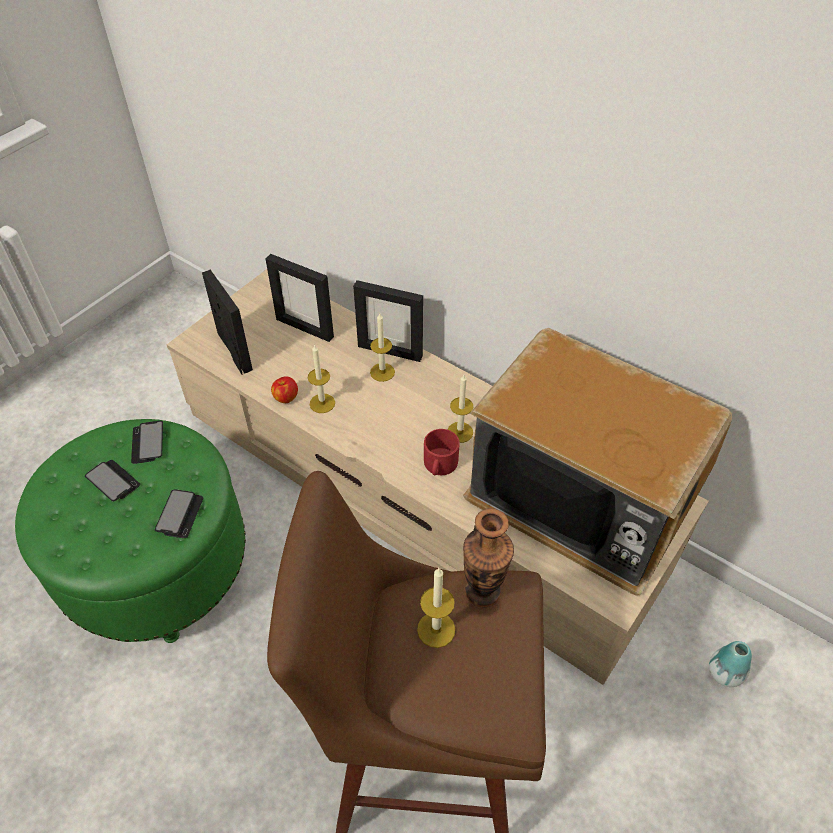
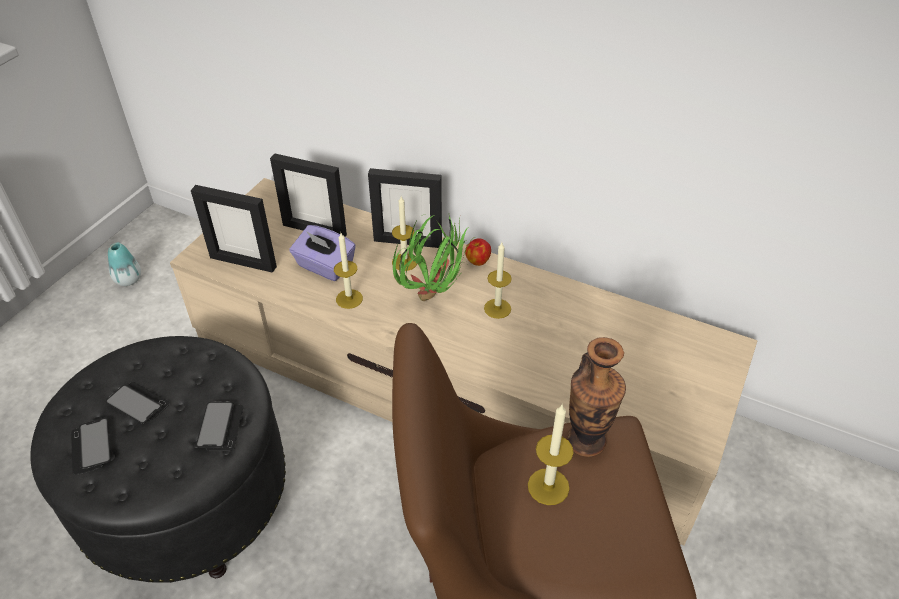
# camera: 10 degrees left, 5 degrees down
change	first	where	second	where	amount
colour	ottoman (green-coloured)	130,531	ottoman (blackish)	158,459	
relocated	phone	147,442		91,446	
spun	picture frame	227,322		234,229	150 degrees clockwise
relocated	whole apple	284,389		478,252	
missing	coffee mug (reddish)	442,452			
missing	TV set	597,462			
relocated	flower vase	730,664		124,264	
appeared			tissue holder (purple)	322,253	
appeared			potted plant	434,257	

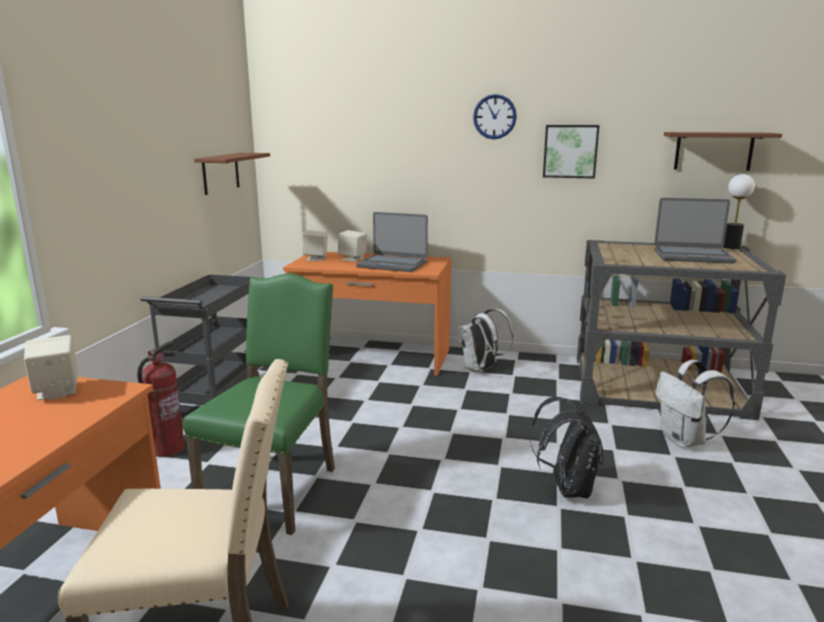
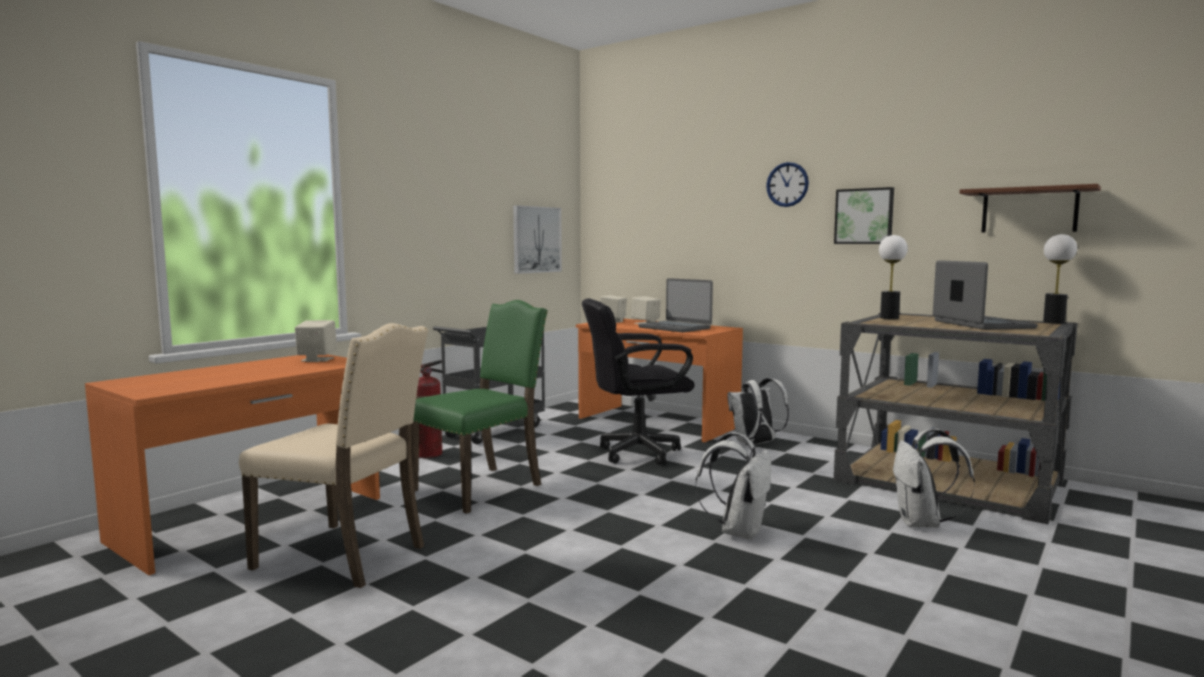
# camera: 25 degrees right, 10 degrees down
change	first	where	second	where	amount
exchanged	wall shelf (brown)	232,174	picture	537,239	
colour	knapsack (blackish)	566,448	knapsack (white-coloured)	733,486	
spun	notebook computer	695,231		985,295	135 degrees counterclockwise
appeared			office chair (blackish)	638,381	
appeared			table lamp	893,277	

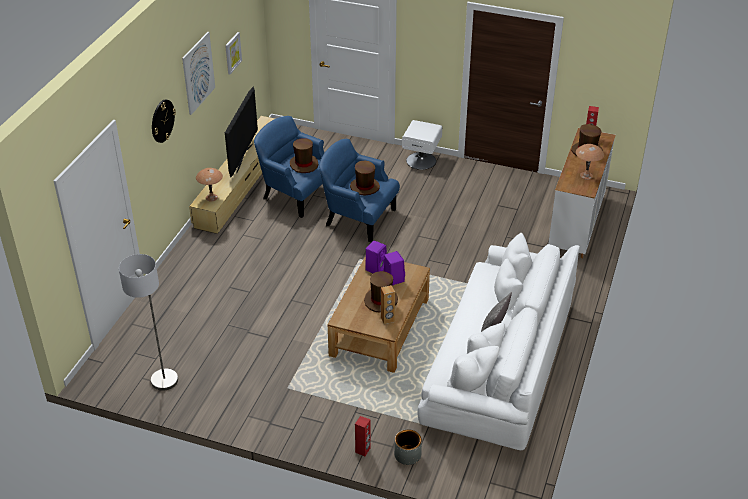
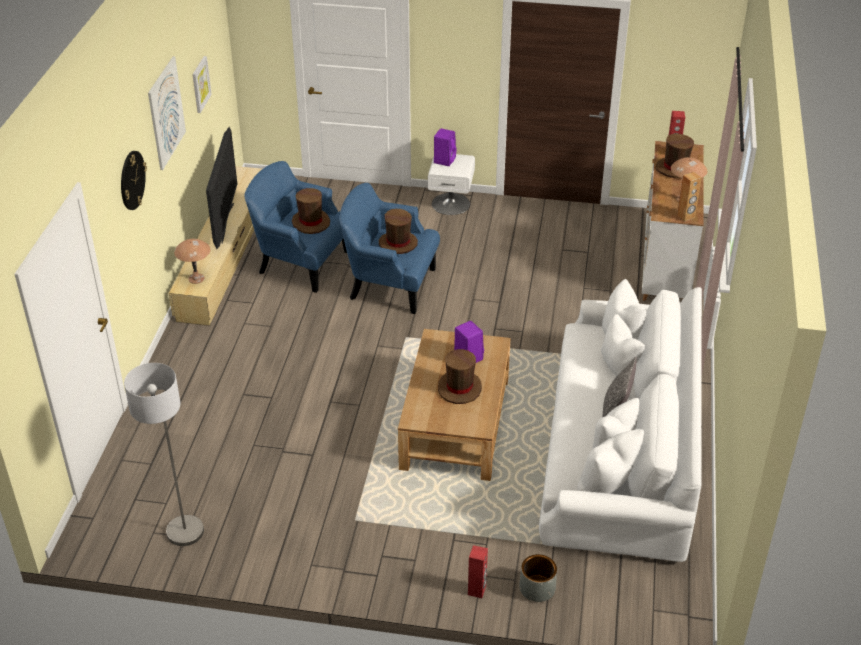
# camera: 10 degrees left, 0 degrees up
change	first	where	second	where	amount
relocated	audio speaker (purple)	376,256		445,147	
relocated	audio speaker (brown)	388,304		689,197	

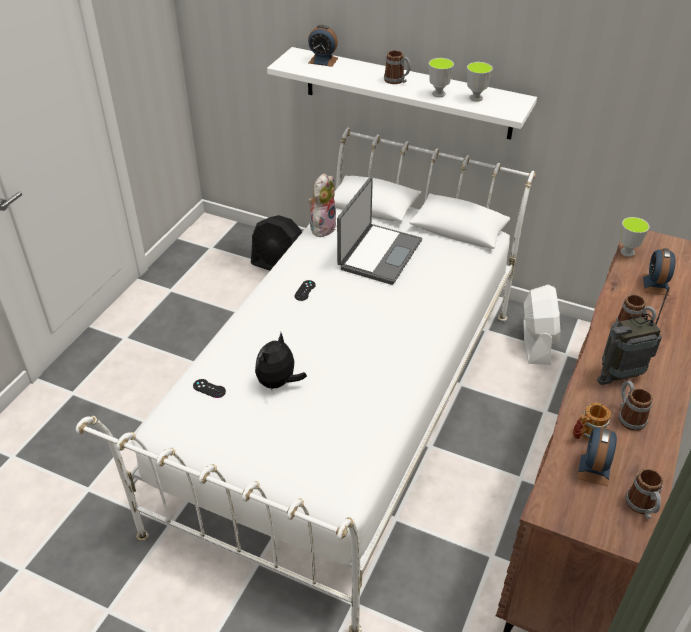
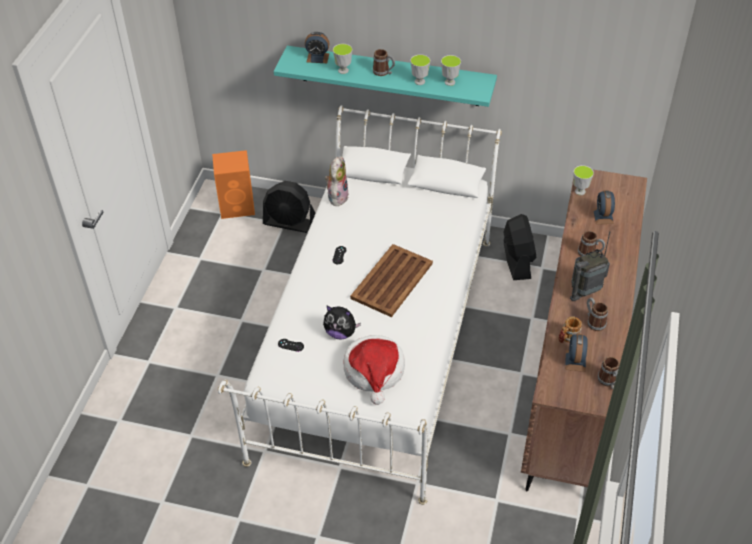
# camera: 10 degrees left, 5 degrees up
change	first	where	second	where	amount
spun	soft toy	281,361		342,322	90 degrees counterclockwise
colour	wall shelf (white-coloured)	402,93	wall shelf (turquoise-coloured)	385,76	
missing	notebook computer	379,231			
colour	electric fan (white-coloured)	542,324	electric fan (blackish)	519,247	
appeared			audio speaker (orangey)	233,184	
appeared			small cup	342,59	
appeared			hat	374,370	
appeared			serving tray (brown)	391,280	

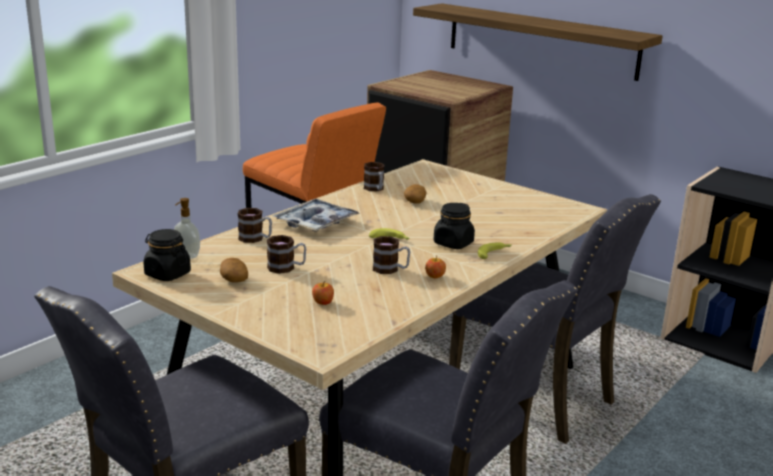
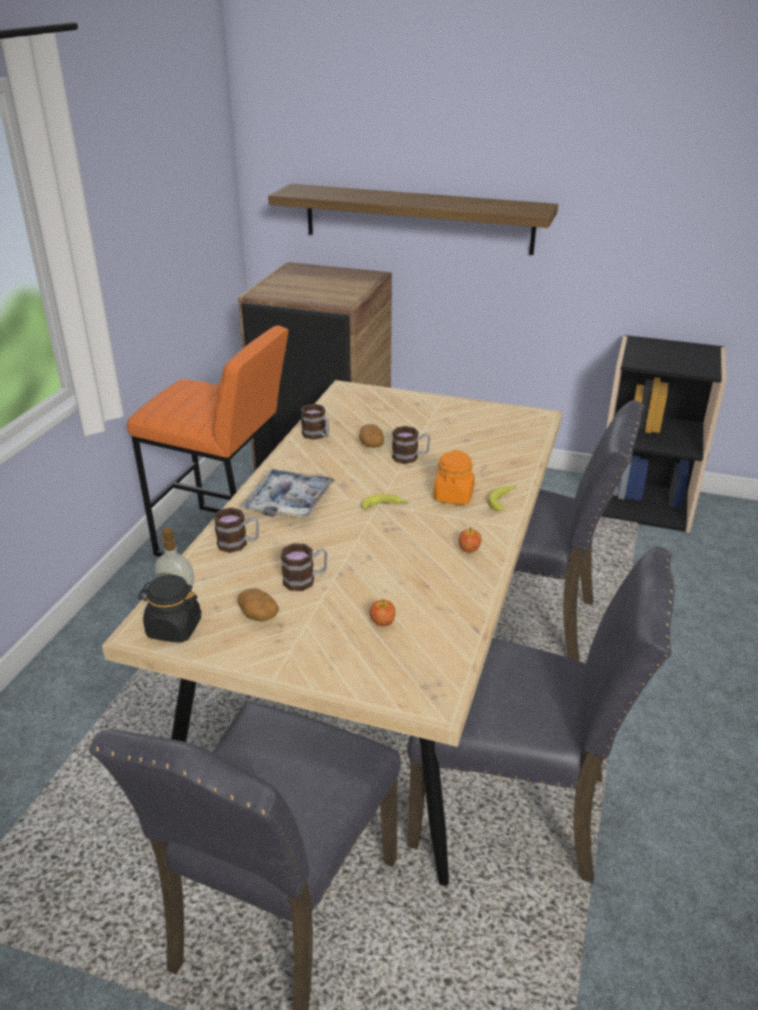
# camera: 20 degrees left, 10 degrees up
change	first	where	second	where	amount
relocated	coffee mug	391,255		411,445	
colour	jar (blackish)	454,226	jar (orangey)	454,477	

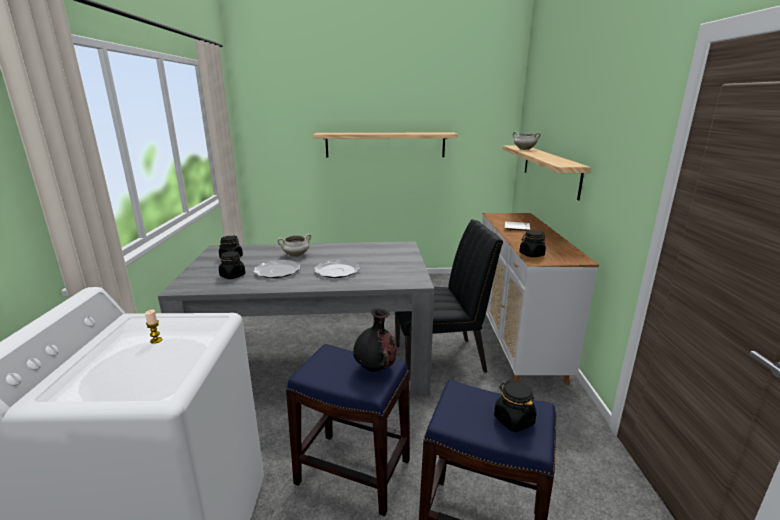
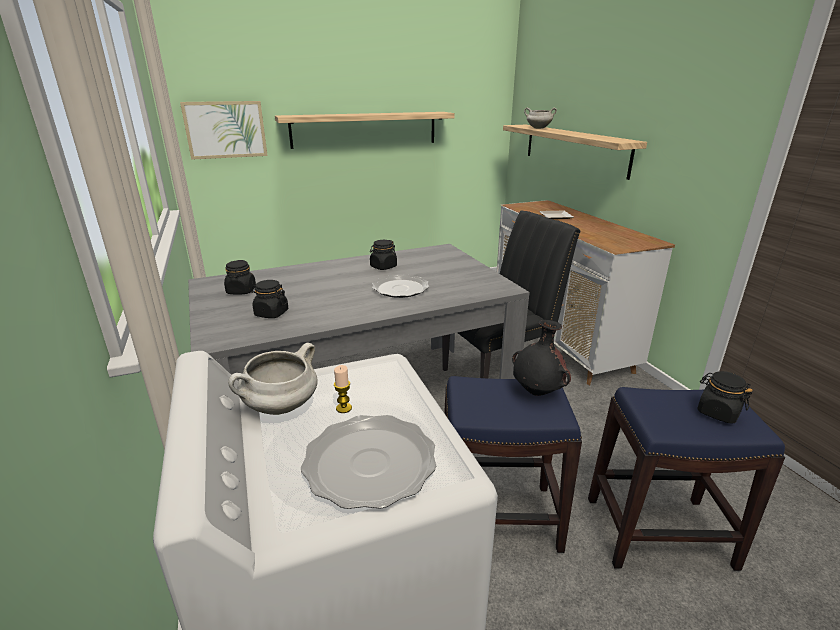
# camera: 20 degrees left, 5 degrees up
change	first	where	second	where	amount
relocated	dinner plate	276,269		368,462	
relocated	saucepot (white-coloured)	294,245		273,379	
relocated	jar (blackish)	532,243		383,255	
appeared			picture	224,130	

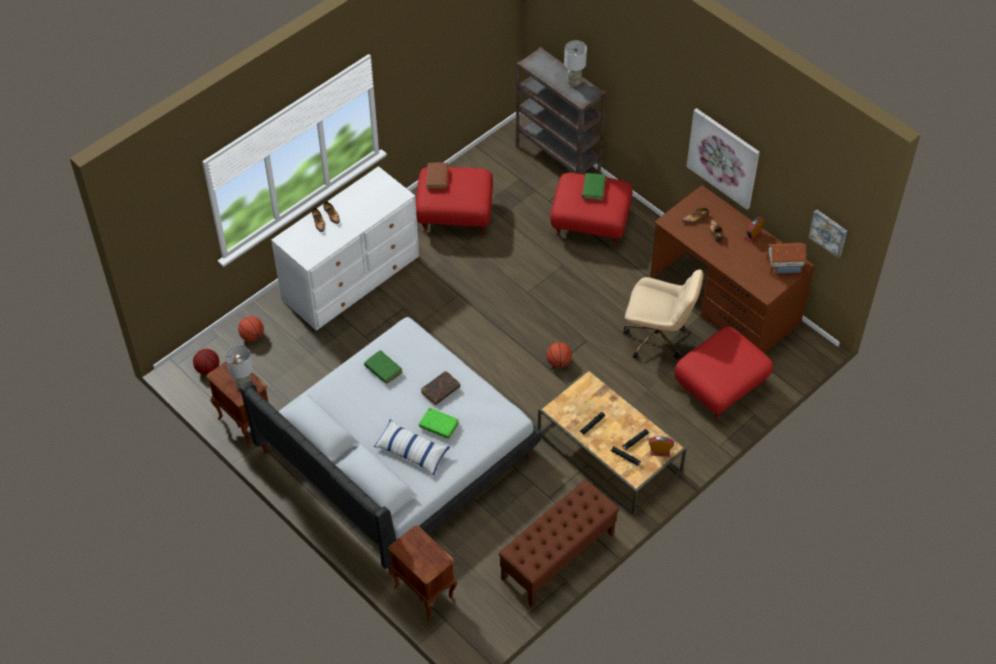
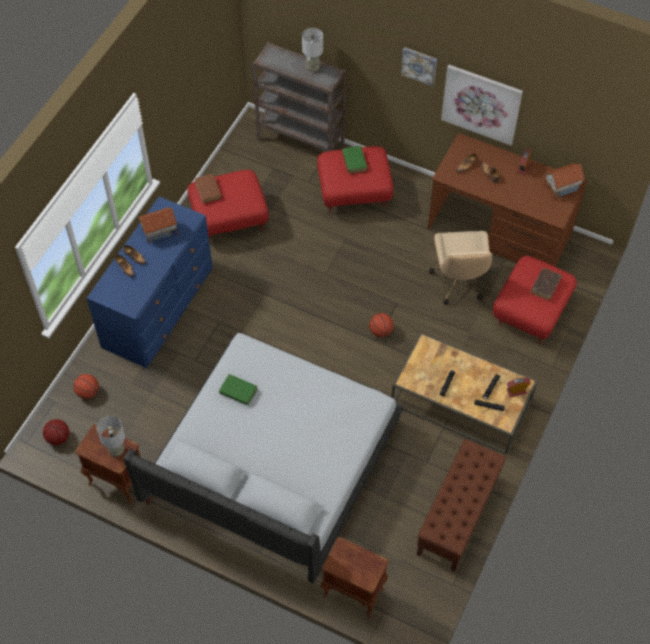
# camera: 20 degrees left, 5 degrees up
change	first	where	second	where	amount
colour	dresser (white-coloured)	345,248	dresser (blue-coloured)	150,282	
missing	throw pillow	412,447			
missing	volume (green-coloured)	439,423			
relocated	volume (brown)	440,388		546,284	
spun	office chair (sand-coloured)	663,314		460,268	90 degrees clockwise
relocated	picture	827,233		419,67	
appeared			toy house	158,225	

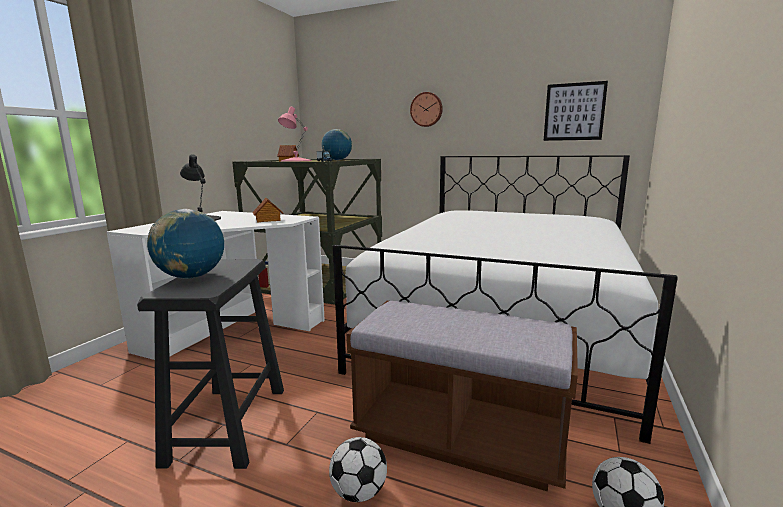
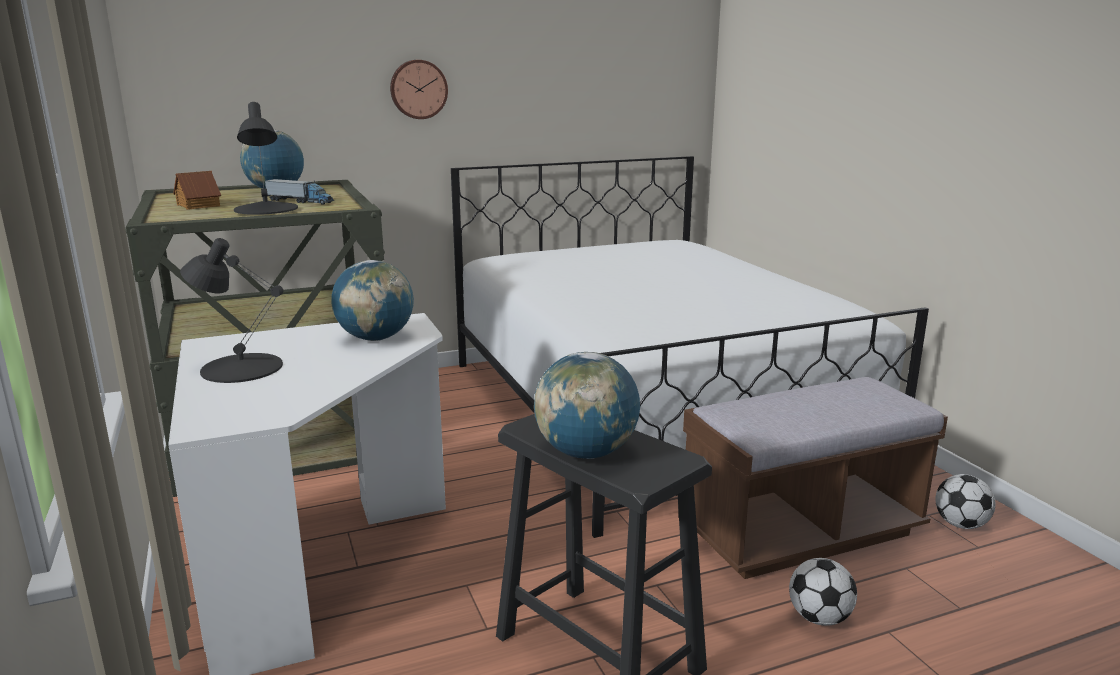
# camera: 45 degrees left, 5 degrees up
change	first	where	second	where	amount
exchanged	toy house	268,210	world globe	372,300	
colour	table lamp (pink)	295,134	table lamp (blackish)	266,158	
missing	picture	576,111			

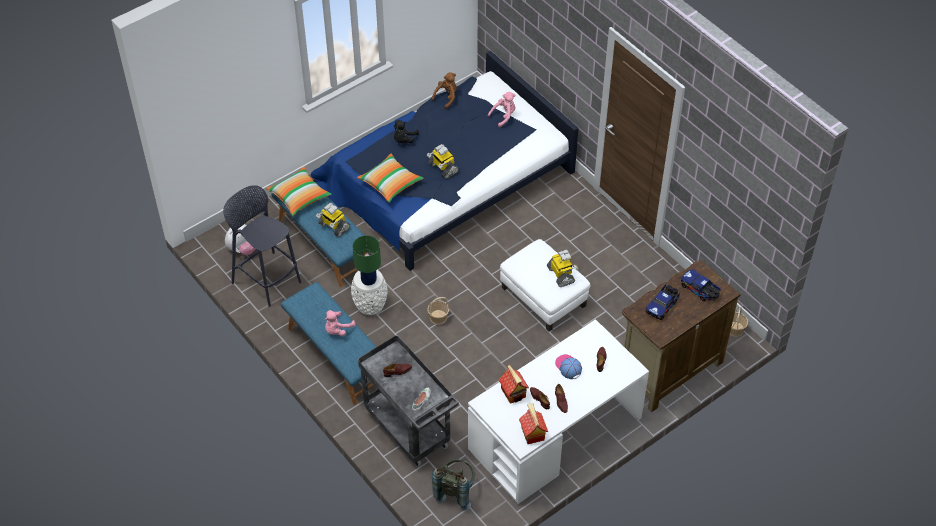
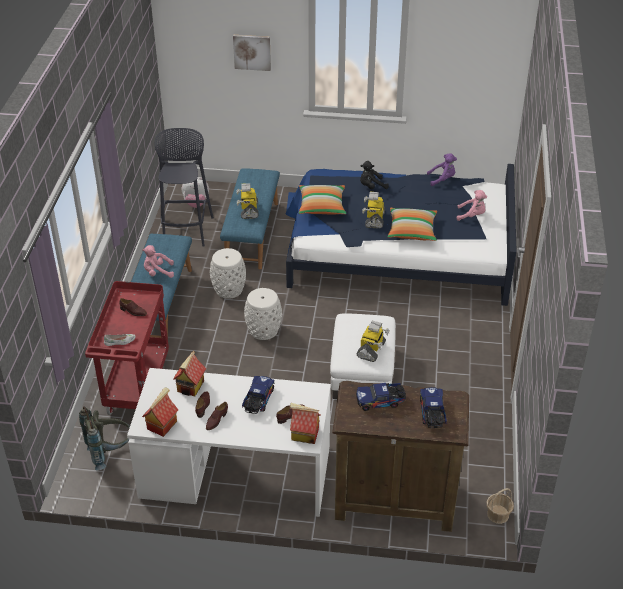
# camera: 45 degrees right, 10 degrees down
change	first	where	second	where	amount
relocated	throw pillow	298,191		412,224	
missing	table lamp (green-coloured)	367,260			
colour	trolley (gray)	408,401	trolley (reddish)	127,348	
exchanged	household basket	438,311	stool seat (white-coloured)	263,314	
colour	soft toy (brown)	444,90	soft toy (purple)	442,169	
exchanged	cap	568,366	toy truck	258,395	
appeared			picture	252,53	
appeared			toy house	305,423	

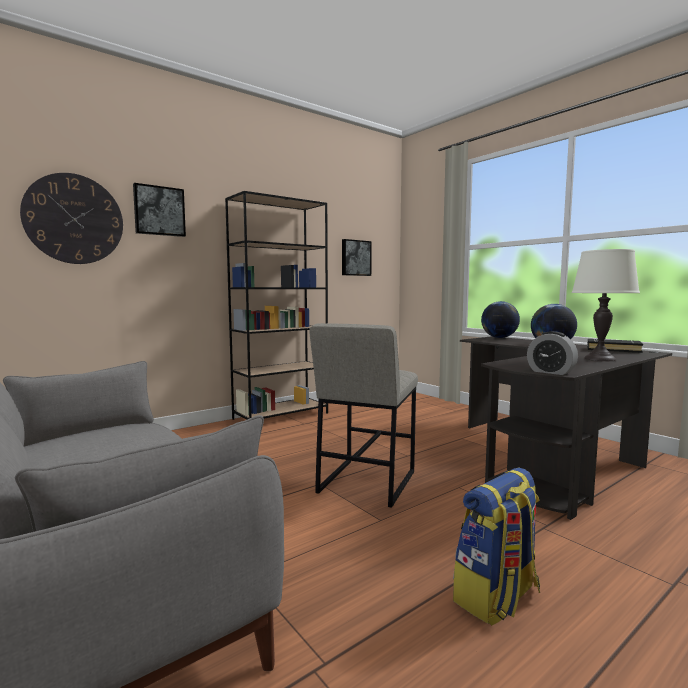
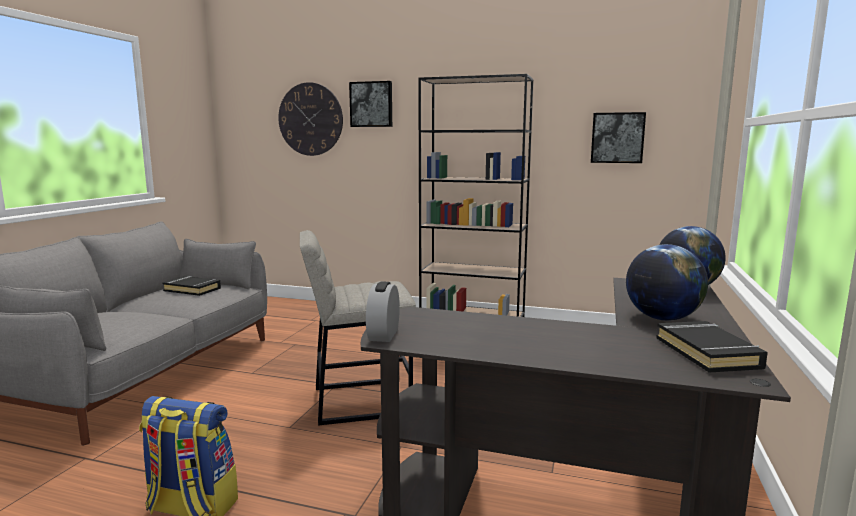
# camera: 55 degrees right, 5 degrees up
change	first	where	second	where	amount
missing	table lamp (white-coloured)	605,305			
appeared			volume (blackish)	192,286	

